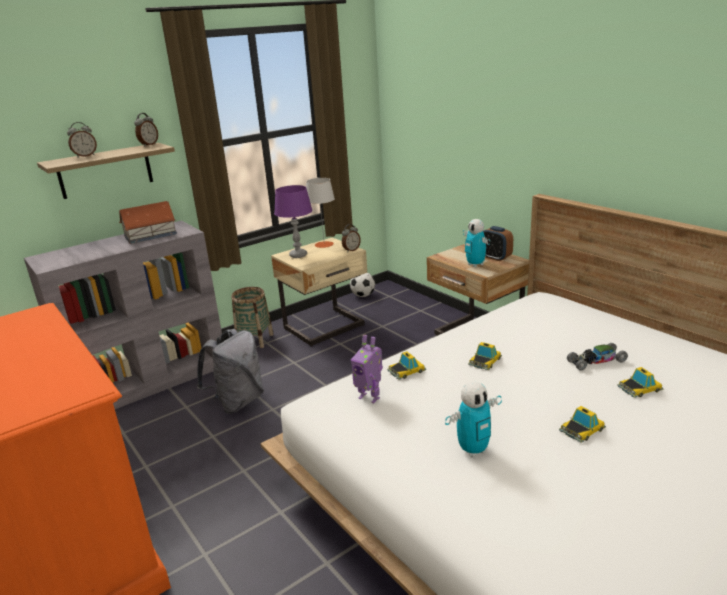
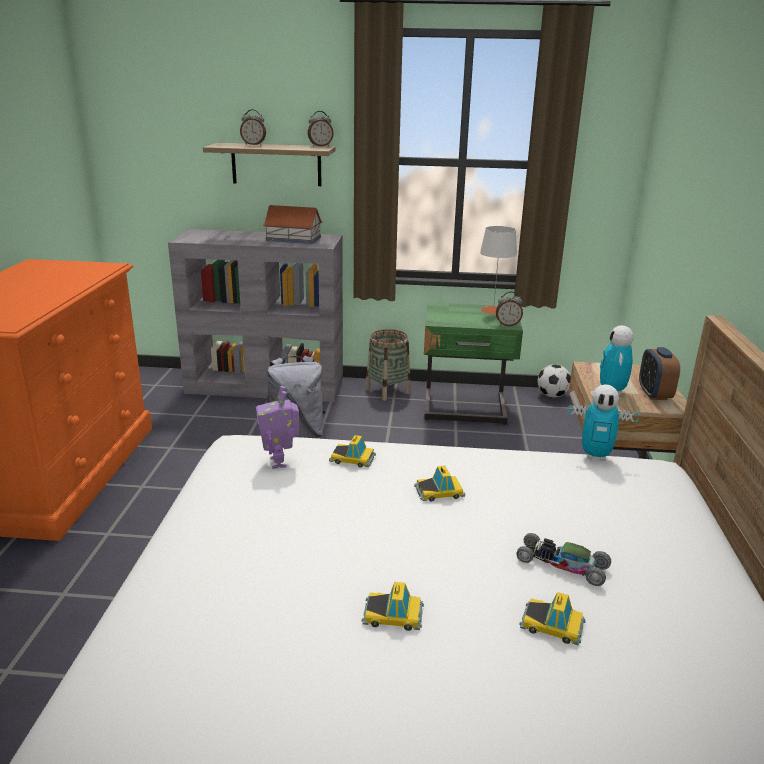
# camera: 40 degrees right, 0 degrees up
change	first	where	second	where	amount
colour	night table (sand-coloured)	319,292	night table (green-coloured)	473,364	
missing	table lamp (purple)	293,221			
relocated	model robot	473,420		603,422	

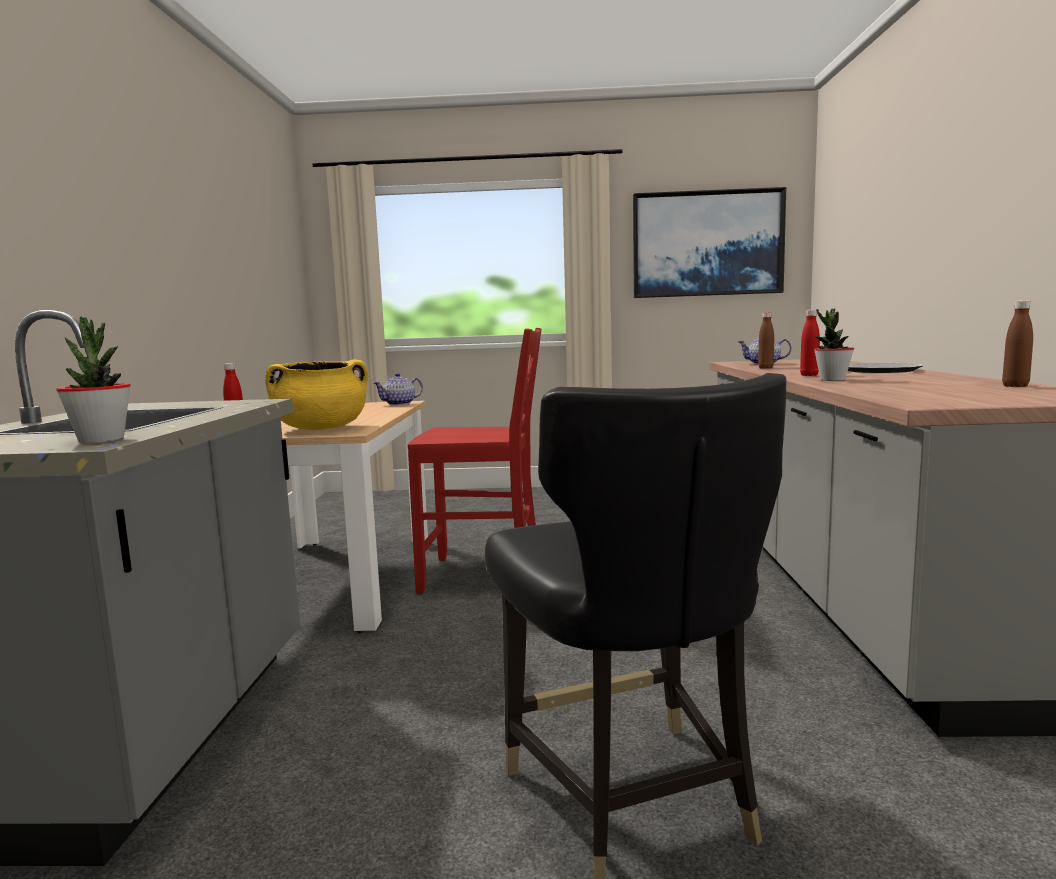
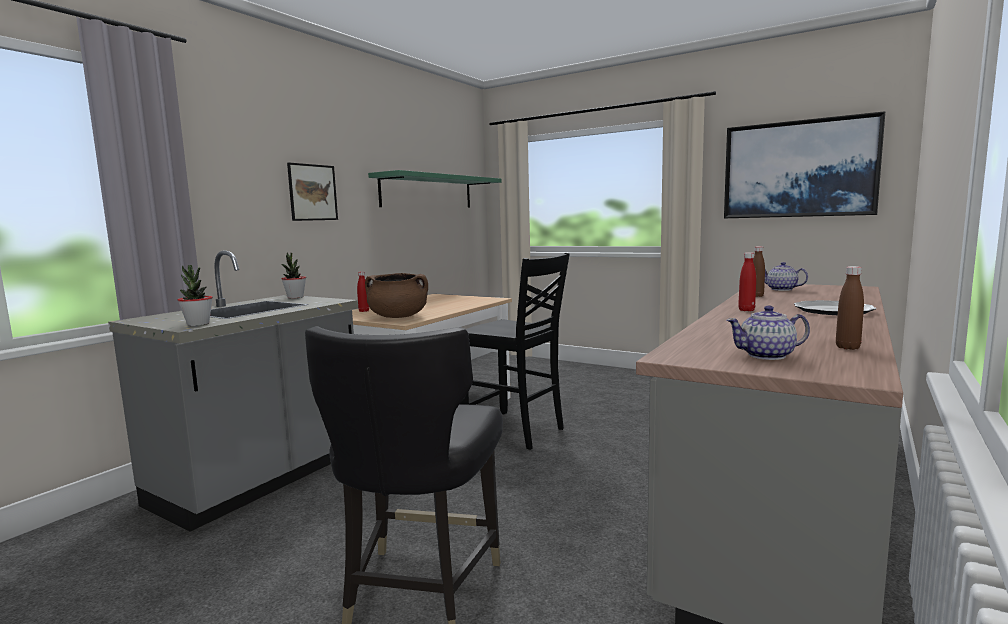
# camera: 30 degrees right, 0 degrees up
change	first	where	second	where	amount
colour	saucepot (yellow-coloured)	316,394	saucepot (brown)	396,295	
relocated	teapot	398,389		768,332	
colour	plain chair (reddish)	475,461	plain chair (blackish)	515,351	
relocated	potted plant	834,345		293,275	
appeared			picture	312,192	
appeared			wall shelf (green-coloured)	434,189	

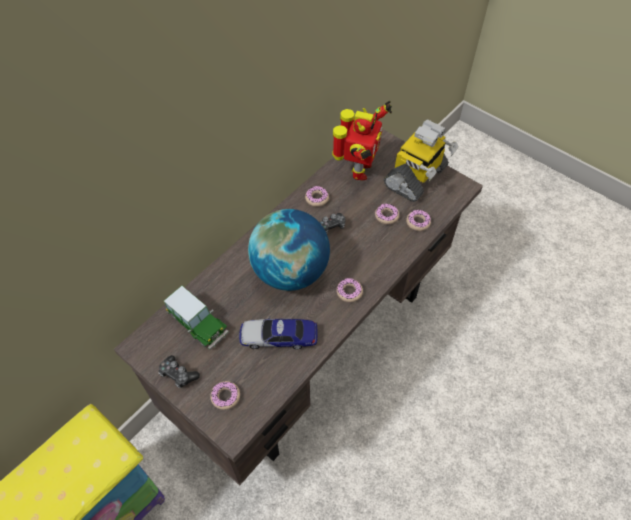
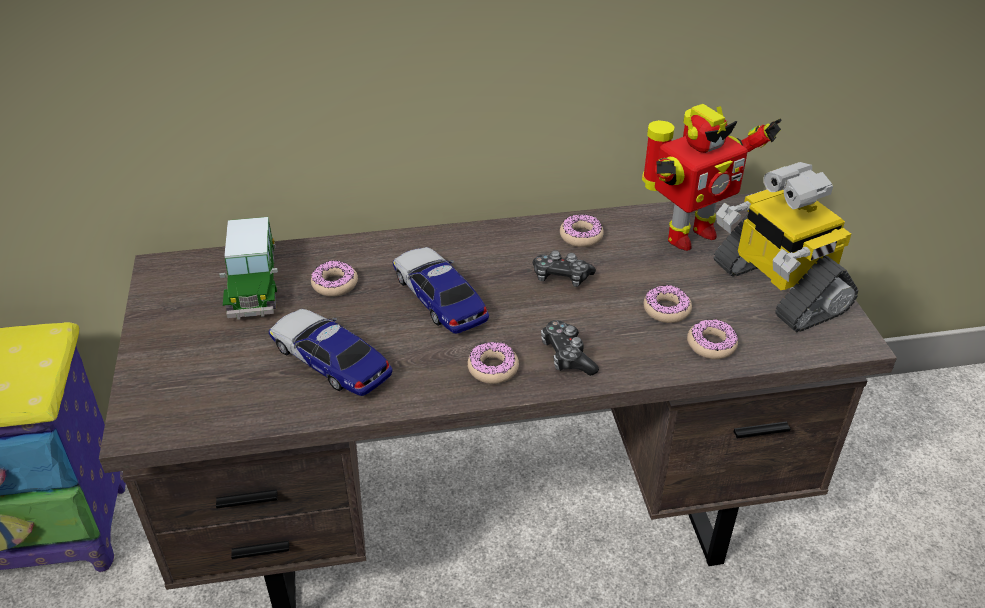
# camera: 40 degrees right, 15 degrees down
change	first	where	second	where	amount
relocated	joypad	179,371		570,348	
relocated	donut	225,395		334,279	
exchanged	world globe	289,250	miniature car	441,290	
spun	model robot	421,161		786,247	75 degrees clockwise

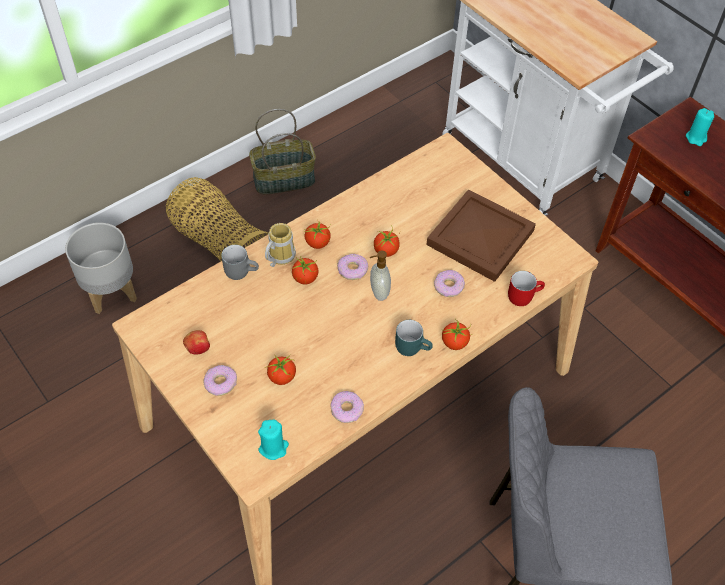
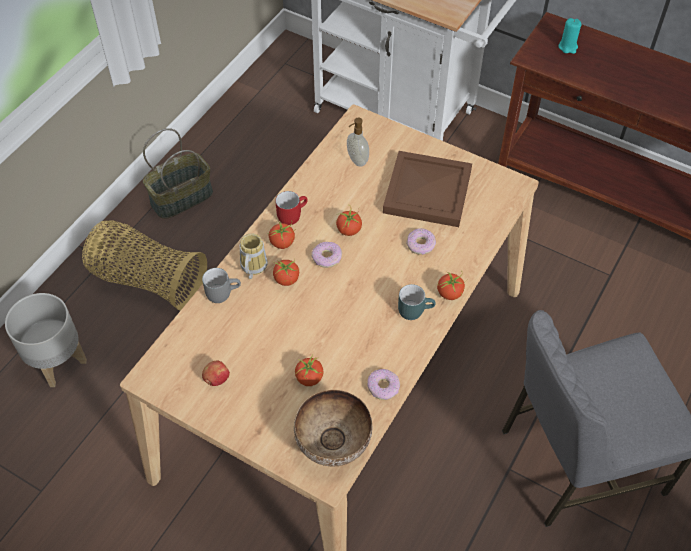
# camera: 20 degrees left, 0 degrees up
change	first	where	second	where	amount
missing	donut	220,380			
exchanged	candle (turquoise-coloured)	273,440	serving bowl	333,428	
relocated	soap bottle	380,276		358,142	
relocated	coffee mug (reddish)	526,288		291,208	

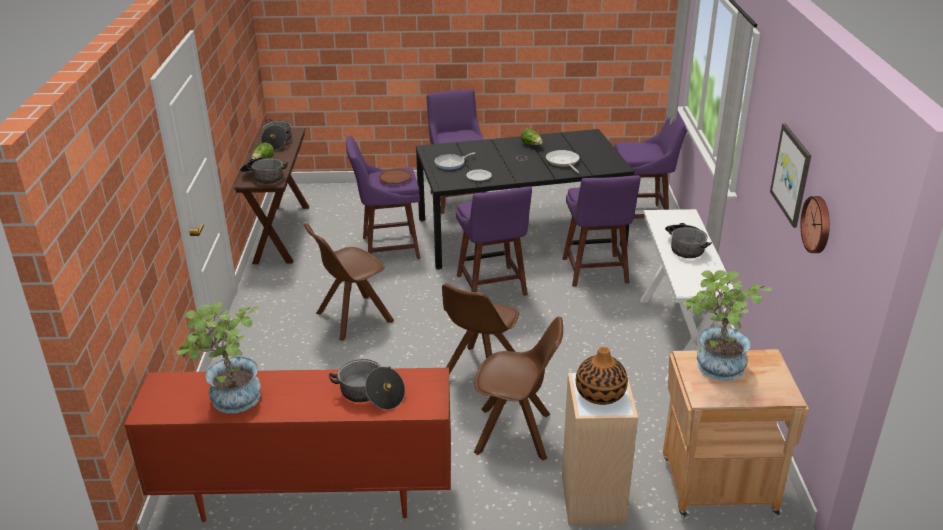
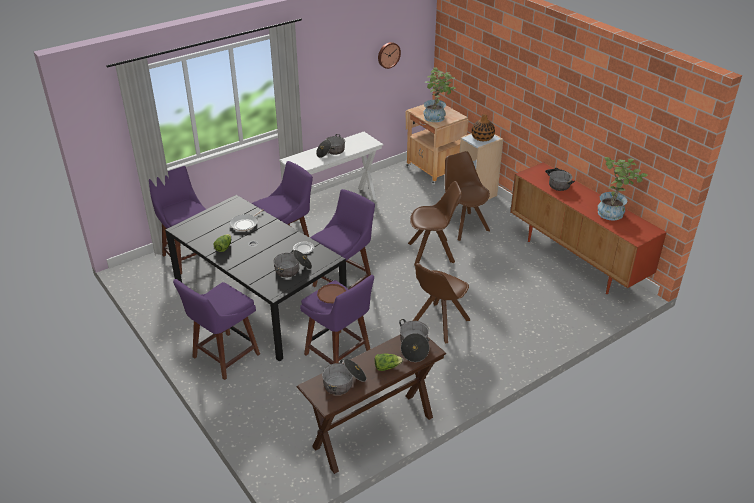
# camera: 125 degrees left, 5 degrees up
change	first	where	second	where	amount
spun	plain chair (brown)	349,281		441,303	105 degrees clockwise
exchanged	pan	455,161	saucepot	292,264	
missing	picture	790,175			

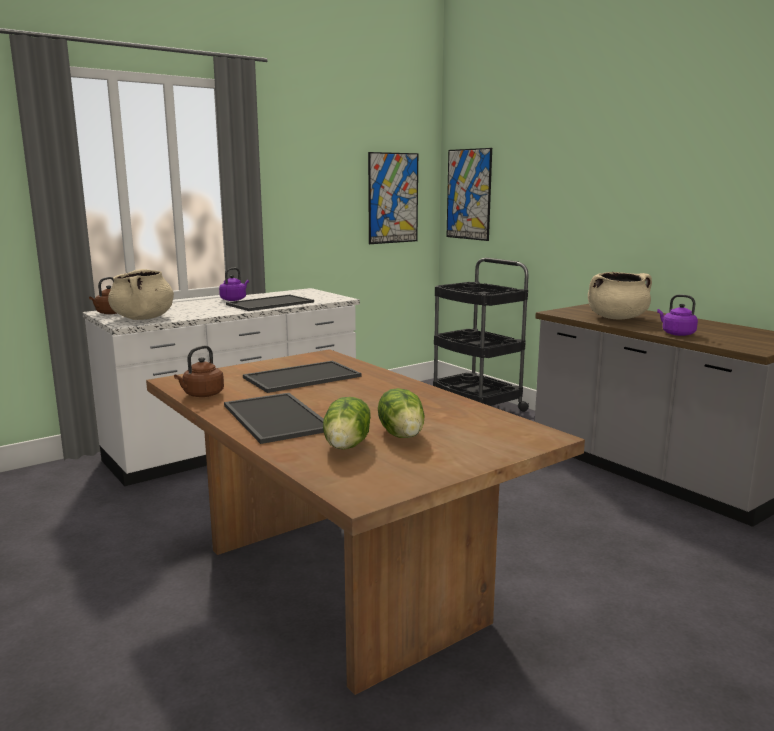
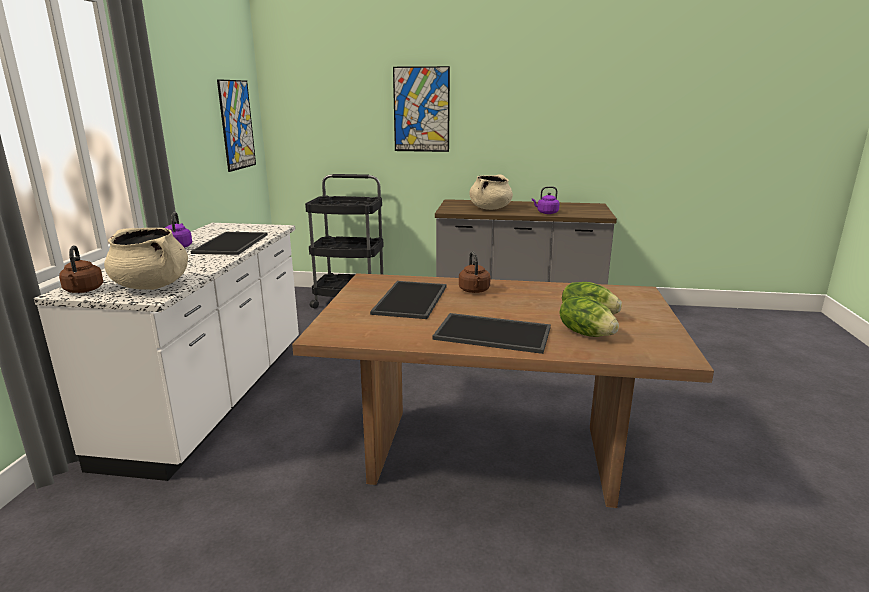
# camera: 45 degrees left, 5 degrees up
change	first	where	second	where	amount
relocated	tea kettle (brown)	199,371		475,272	
relocated	picture	469,194		421,109	

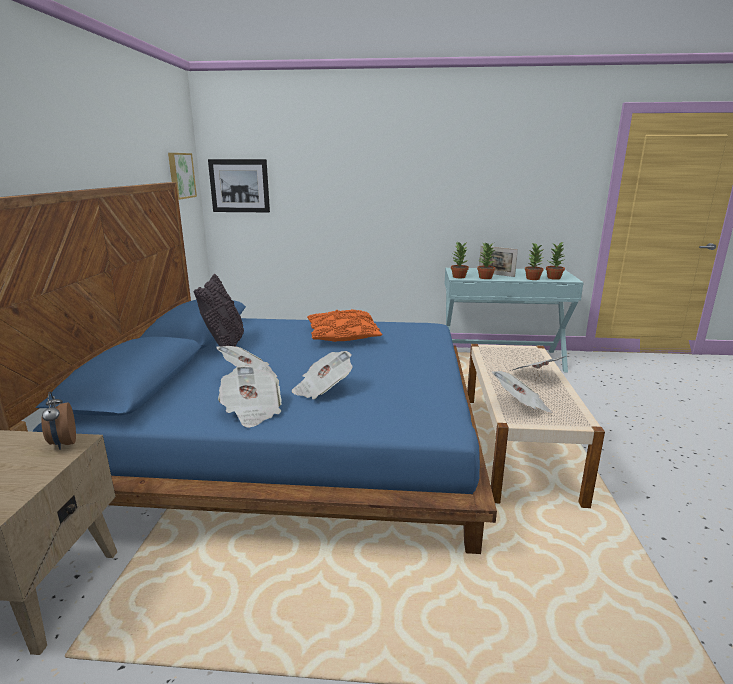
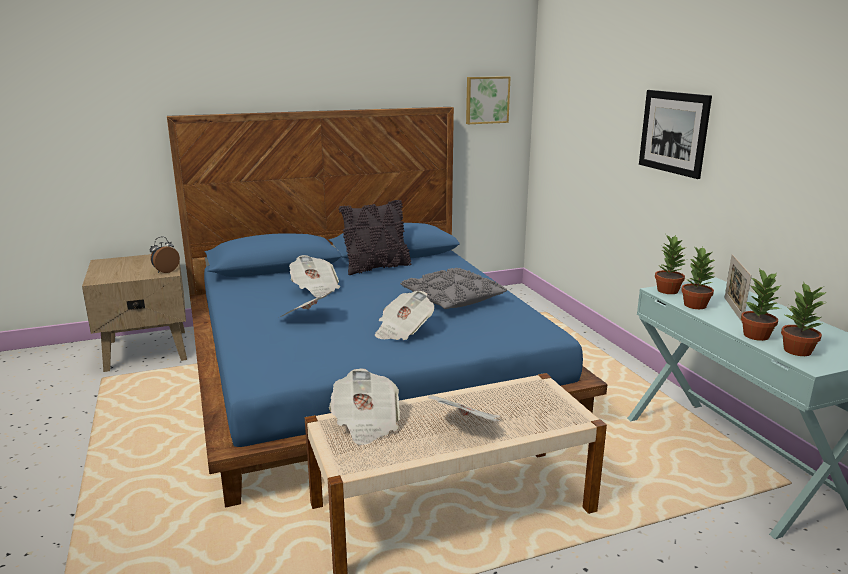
# camera: 65 degrees right, 0 degrees up
change	first	where	second	where	amount
relocated	picture	239,185		675,134	
relocated	newspaper	250,396		404,315	
colour	throw pillow (orangey)	344,325	throw pillow (gray)	453,288	

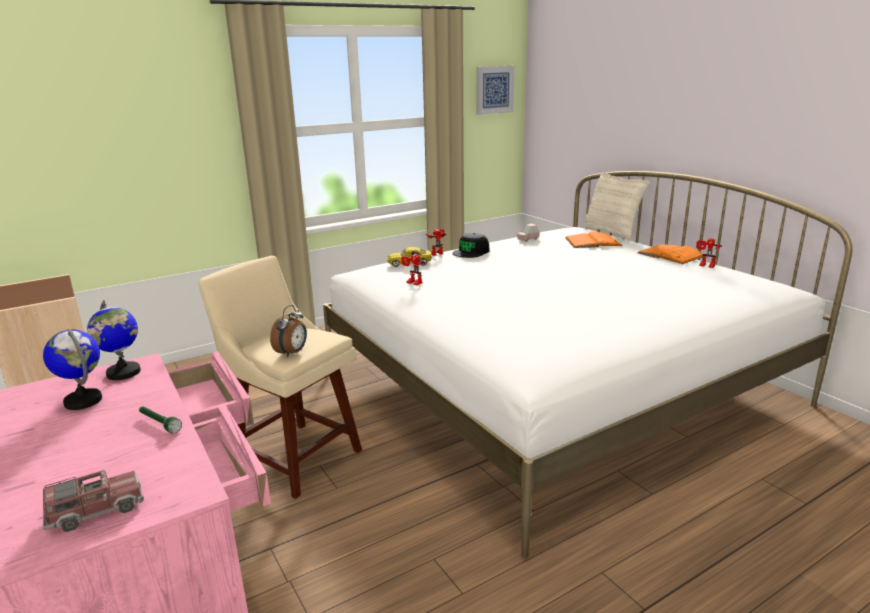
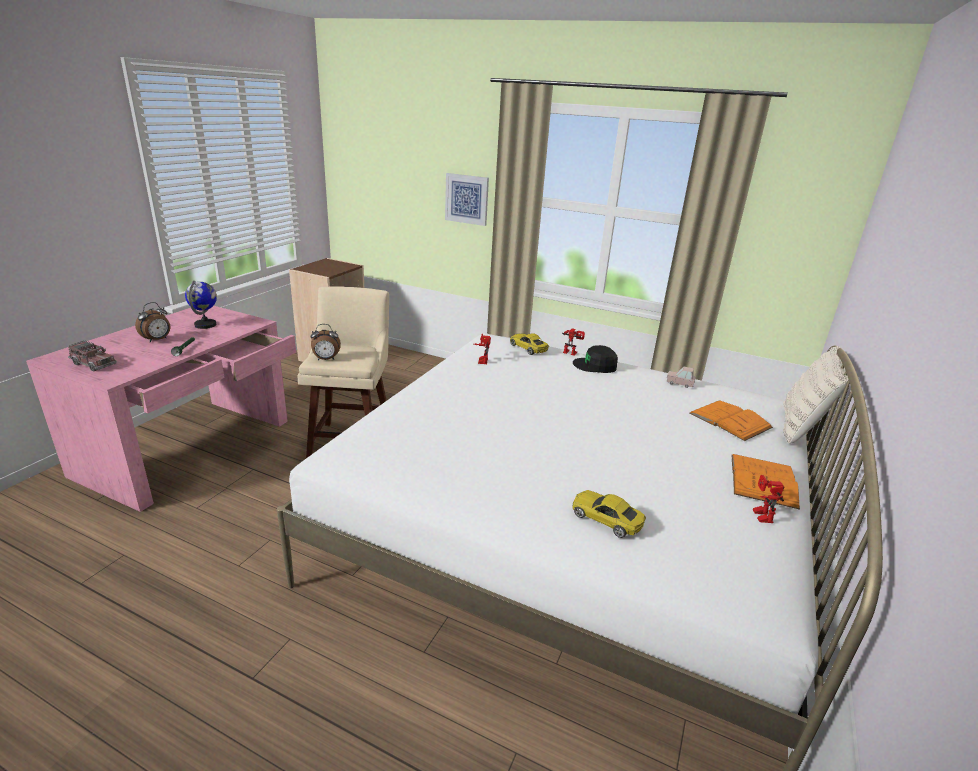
# camera: 55 degrees right, 5 degrees up
change	first	where	second	where	amount
missing	world globe	114,340			
relocated	picture	495,90		467,199	
appeared			alarm clock	152,322	
appeared			miniature car (yellow-coloured)	609,514	

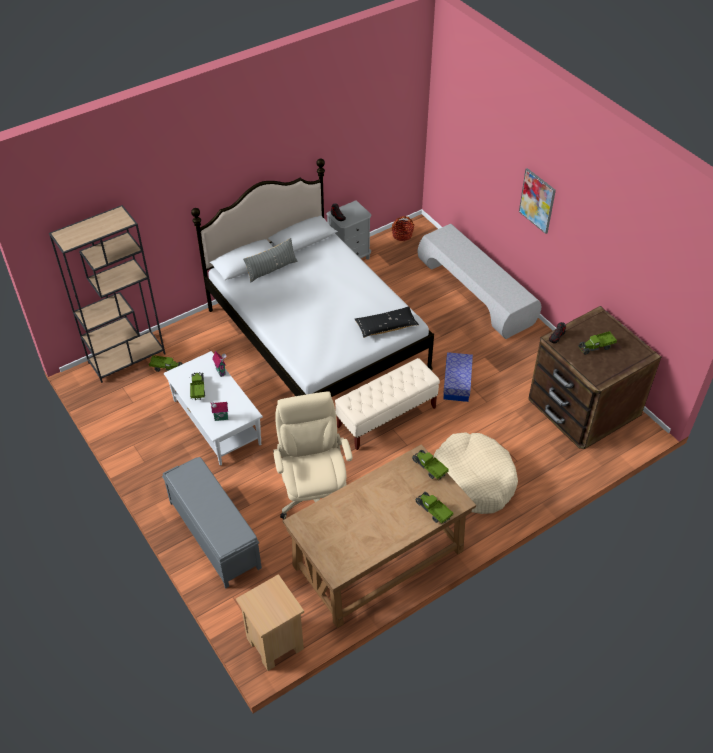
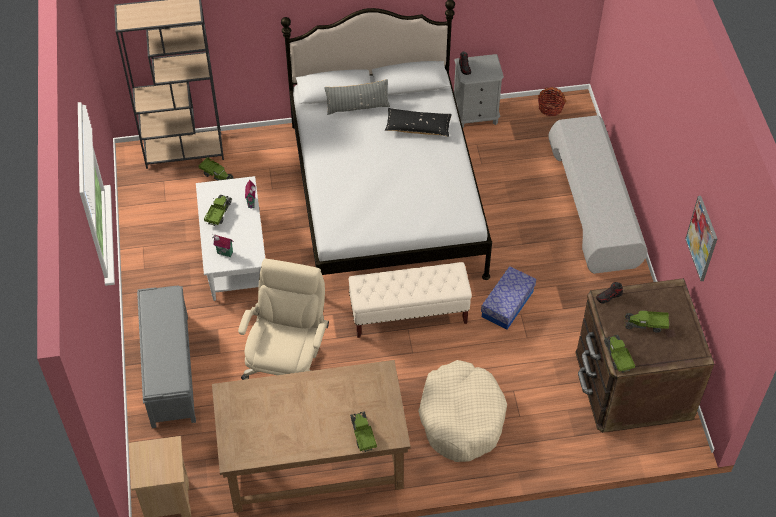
# camera: 25 degrees right, 5 degrees up
change	first	where	second	where	amount
relocated	throw pillow (blackish)	387,322		418,122	
relocated	toy truck	430,465		619,354	
relocated	picture	537,201		701,238	

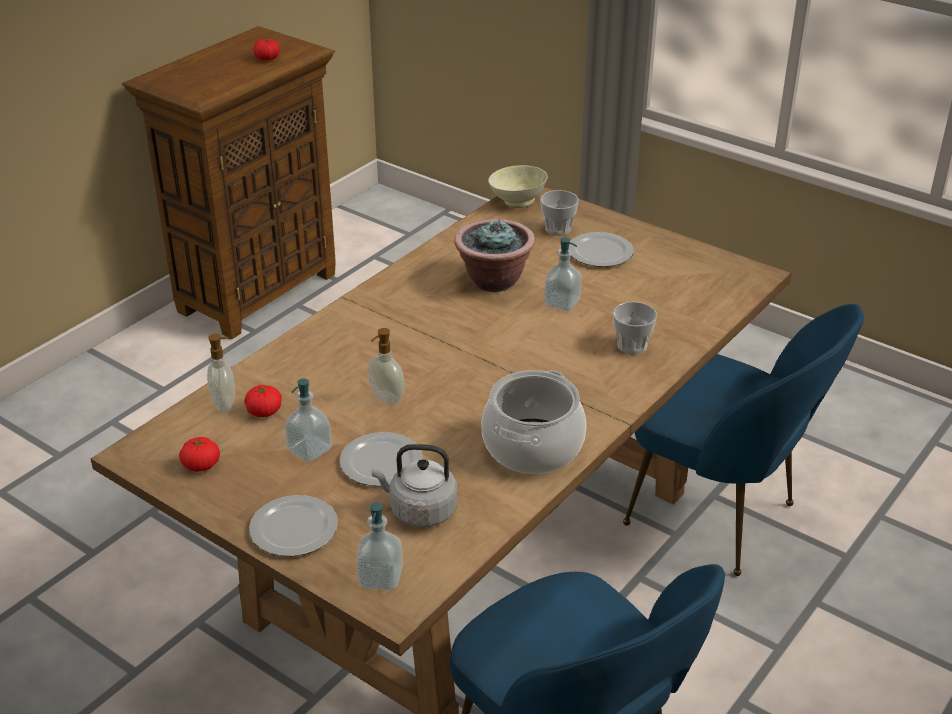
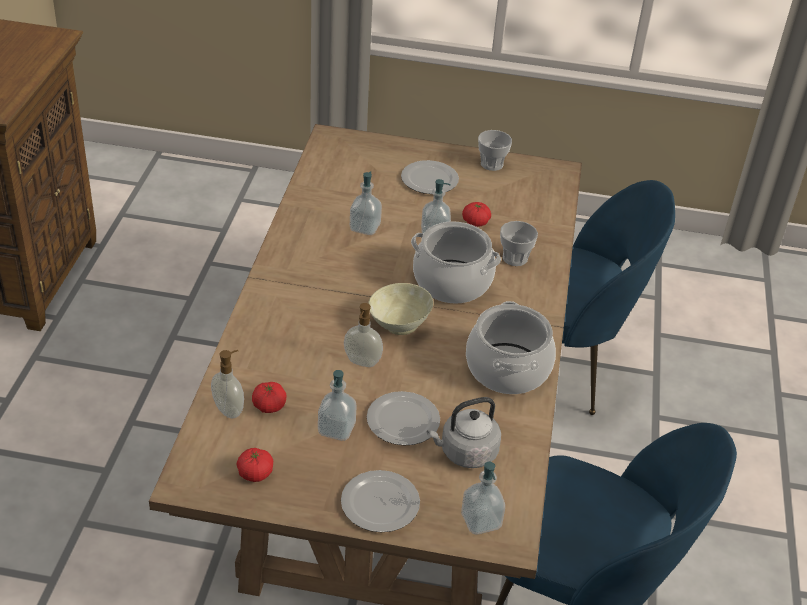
# camera: 30 degrees left, 5 degrees up
change	first	where	second	where	amount
relocated	fresh tomato	266,50		476,214	
exchanged	potted plant	494,255	soap bottle	366,203	
relocated	serving bowl (sand-coloured)	518,186		400,309	
relocated	small cup	559,213		495,150	
appeared			saucepot	456,262	

